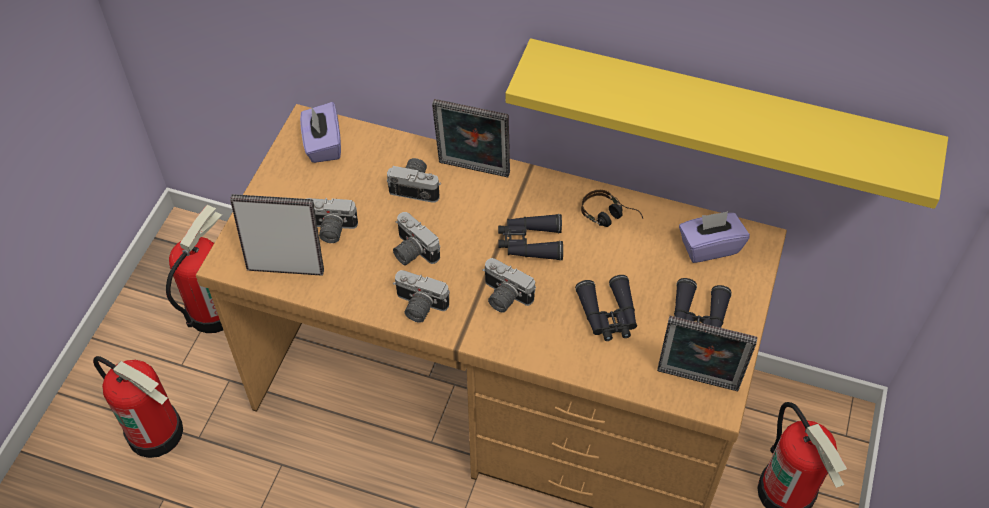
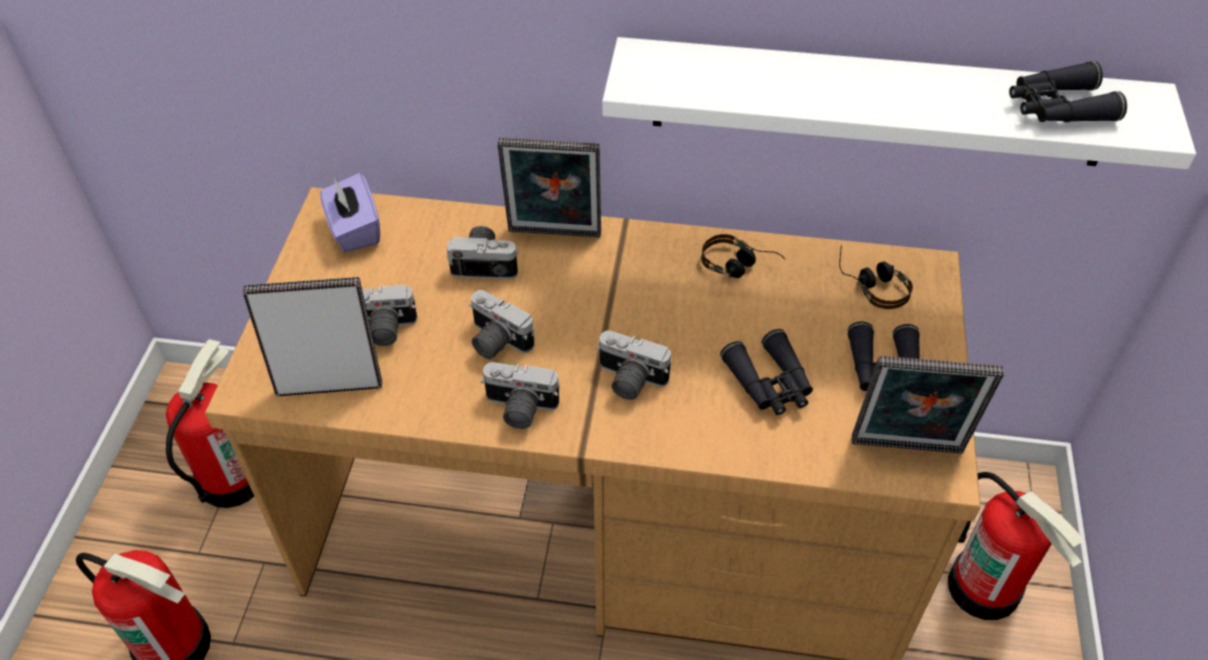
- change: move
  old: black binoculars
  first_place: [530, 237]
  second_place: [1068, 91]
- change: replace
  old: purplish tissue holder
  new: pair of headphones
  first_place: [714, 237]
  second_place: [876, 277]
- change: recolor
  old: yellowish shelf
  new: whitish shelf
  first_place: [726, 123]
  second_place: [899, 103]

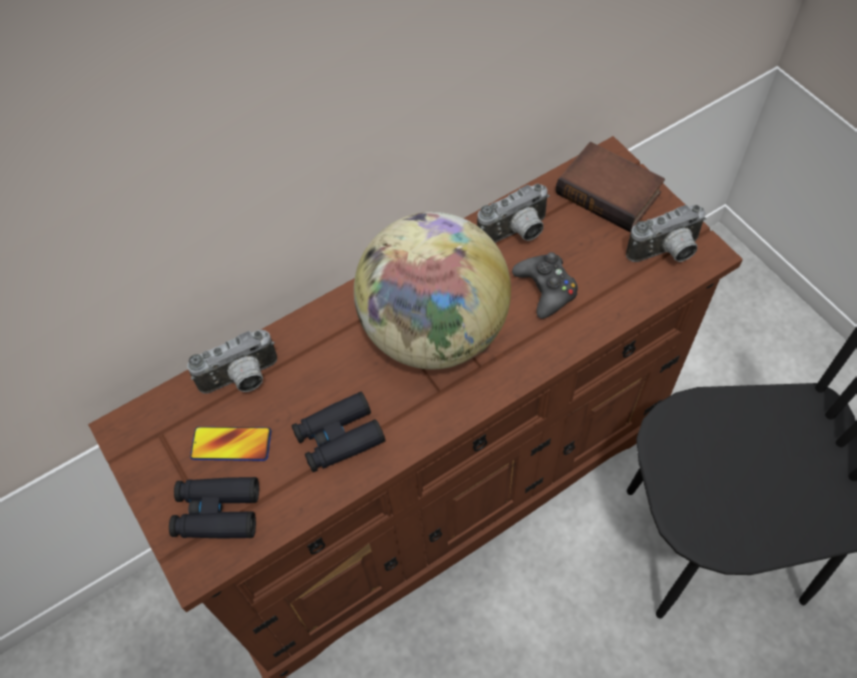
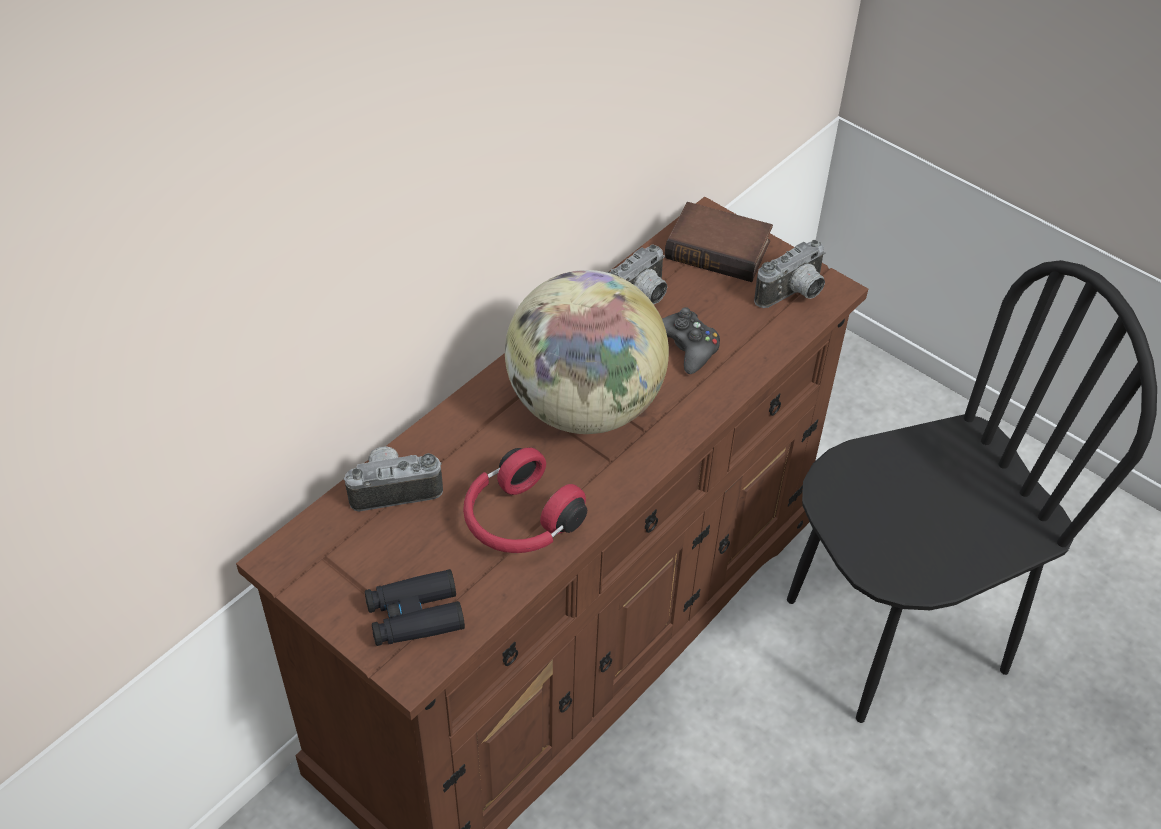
- change: delete
  old: telephone
  first_place: [230, 444]
- change: replace
  old: black binoculars
  new: red pair of headphones
  first_place: [338, 432]
  second_place: [525, 500]
- change: rotate
  old: photo camera
  first_place: [232, 361]
  second_place: [393, 479]
  degrees: -150

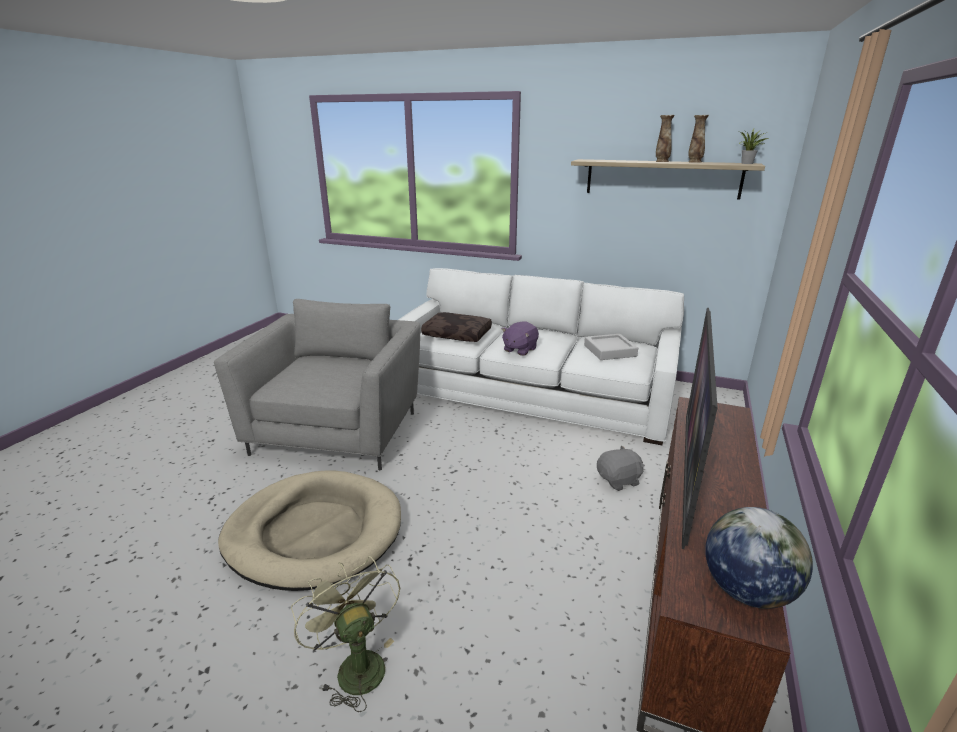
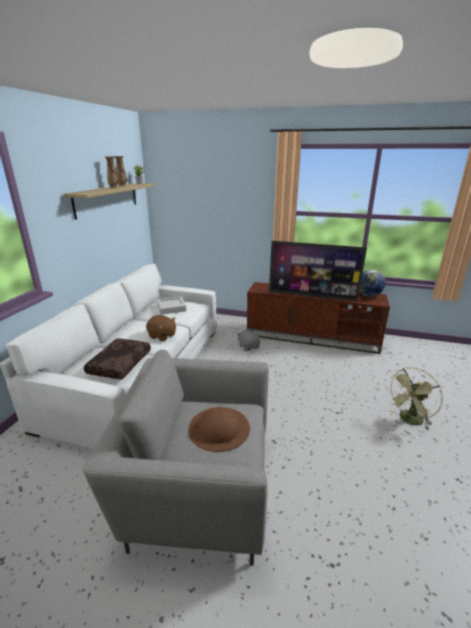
- change: delete
  old: beige dog cushion
  first_place: [309, 531]
- change: insert
  new: brown-coloured wearable hat
  second_place: [219, 429]
- change: recolor
  old: purplish plush toy
  new: brown-coloured plush toy
  first_place: [520, 338]
  second_place: [161, 328]

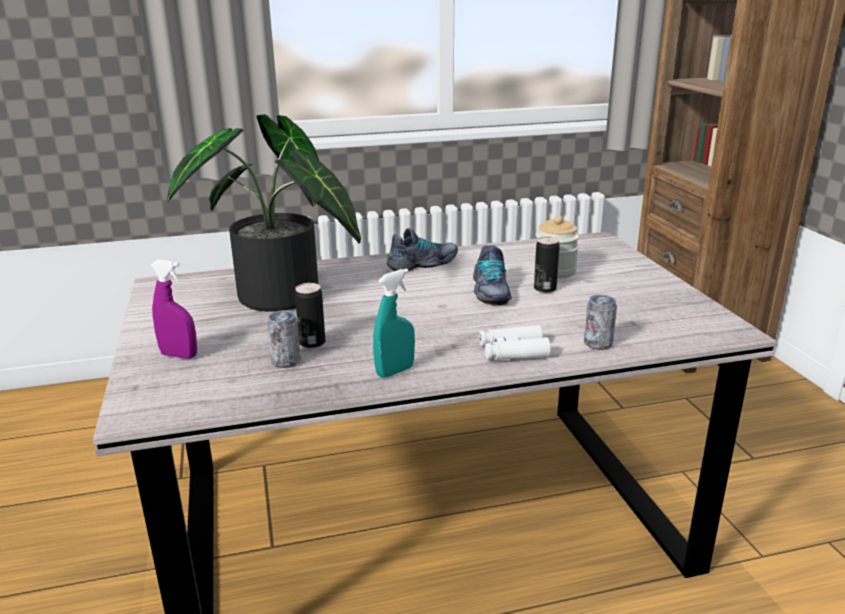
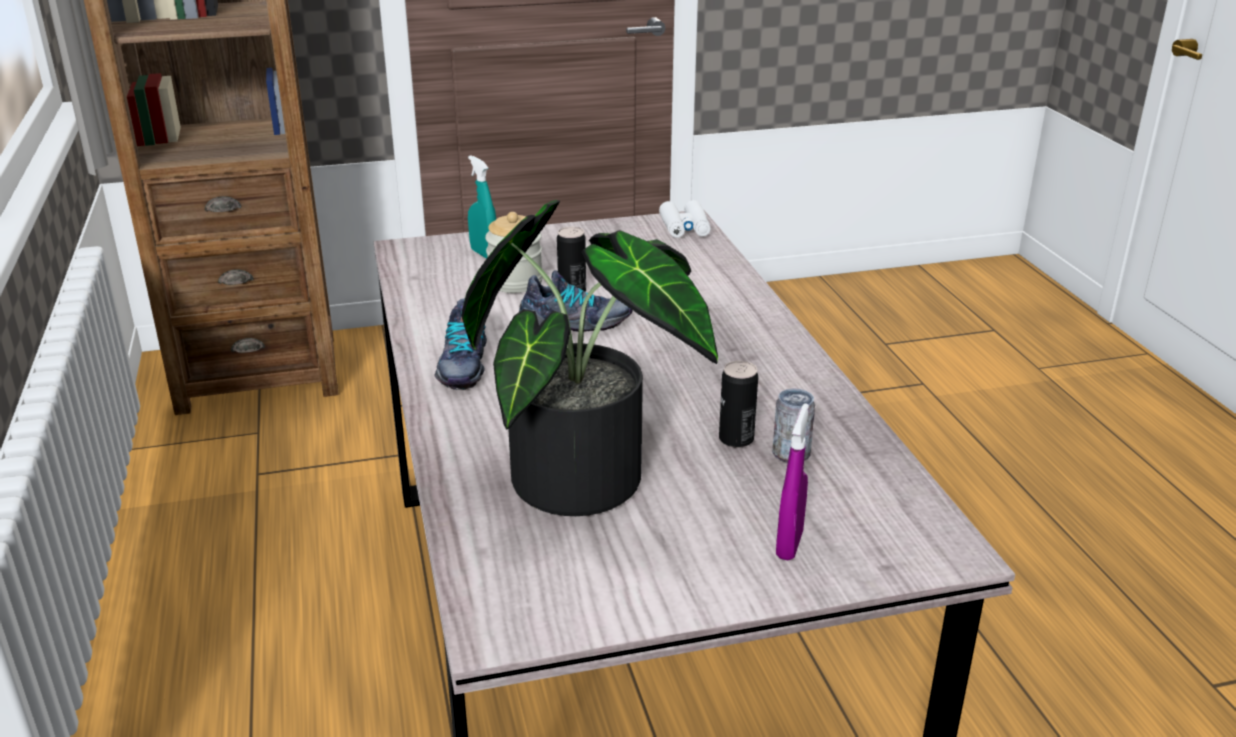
- change: delete
  old: metal can
  first_place: [600, 322]
- change: move
  old: turquoise-coloured sprayer
  first_place: [394, 323]
  second_place: [482, 207]
- change: move
  old: whitish binoculars
  first_place: [515, 342]
  second_place: [685, 219]
- change: rotate
  old: shoe
  first_place: [422, 249]
  second_place: [460, 344]
  degrees: -150

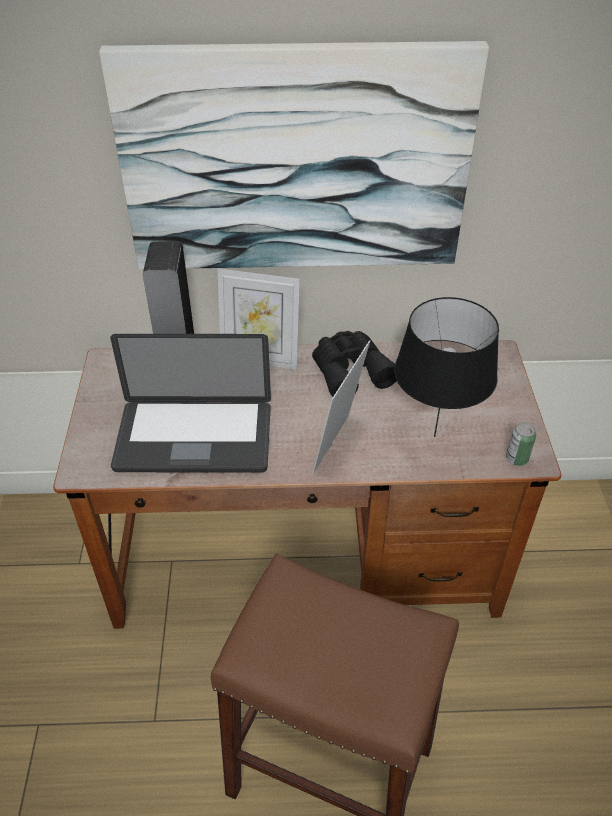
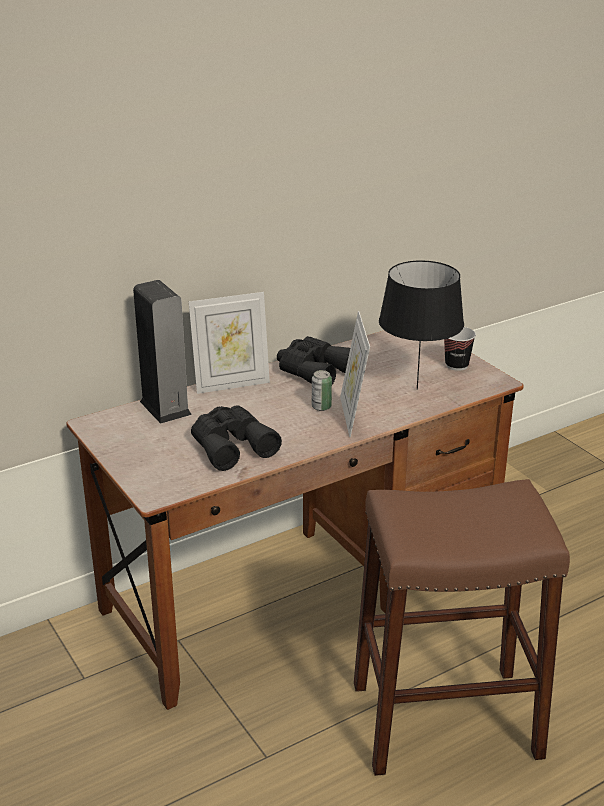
- change: delete
  old: wall art
  first_place: [294, 155]
- change: insert
  new: drinking cup
  second_place: [460, 349]
- change: move
  old: metal can
  first_place: [521, 444]
  second_place: [322, 390]
- change: replace
  old: laptop
  new: black binoculars
  first_place: [190, 403]
  second_place: [236, 438]

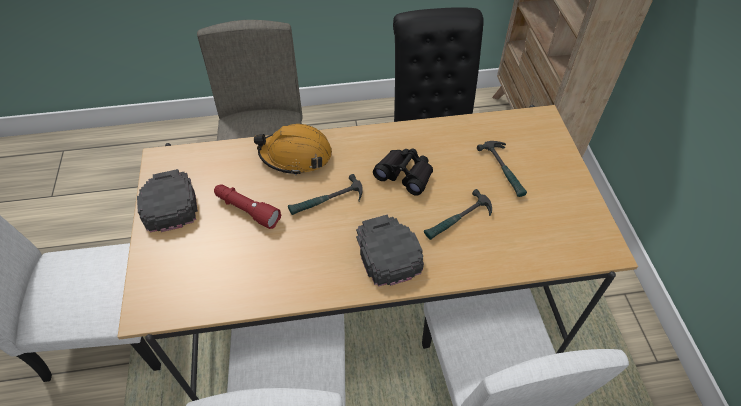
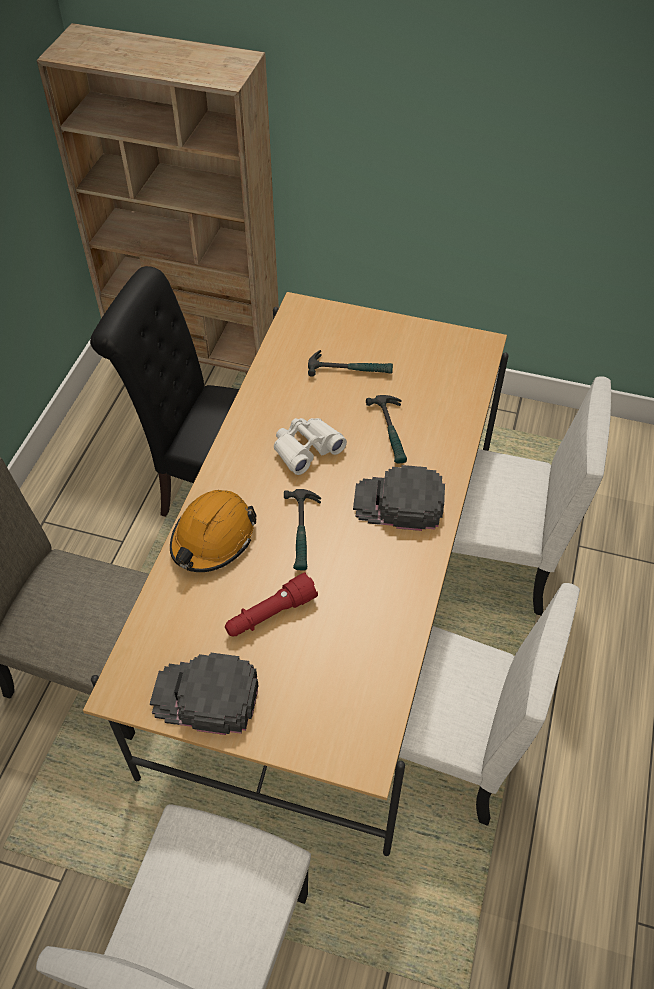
- change: recolor
  old: black binoculars
  new: whitish binoculars
  first_place: [403, 172]
  second_place: [310, 446]

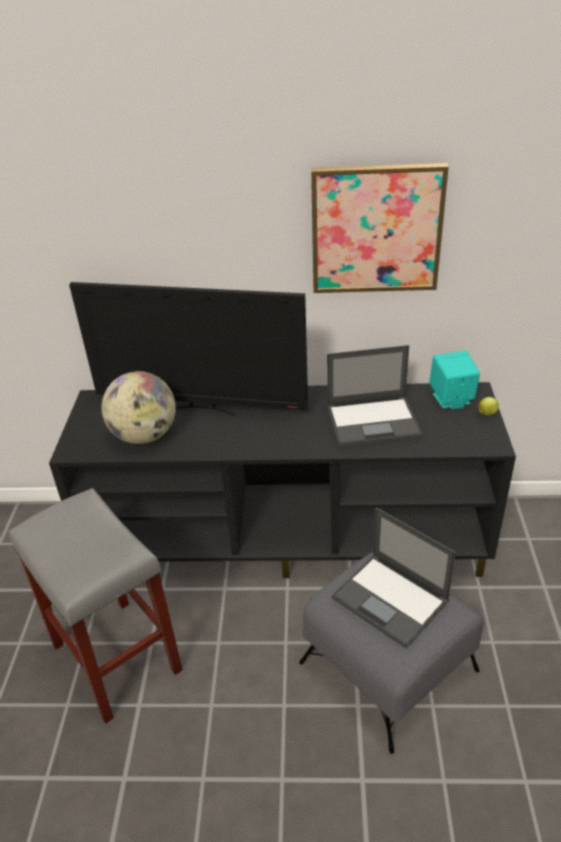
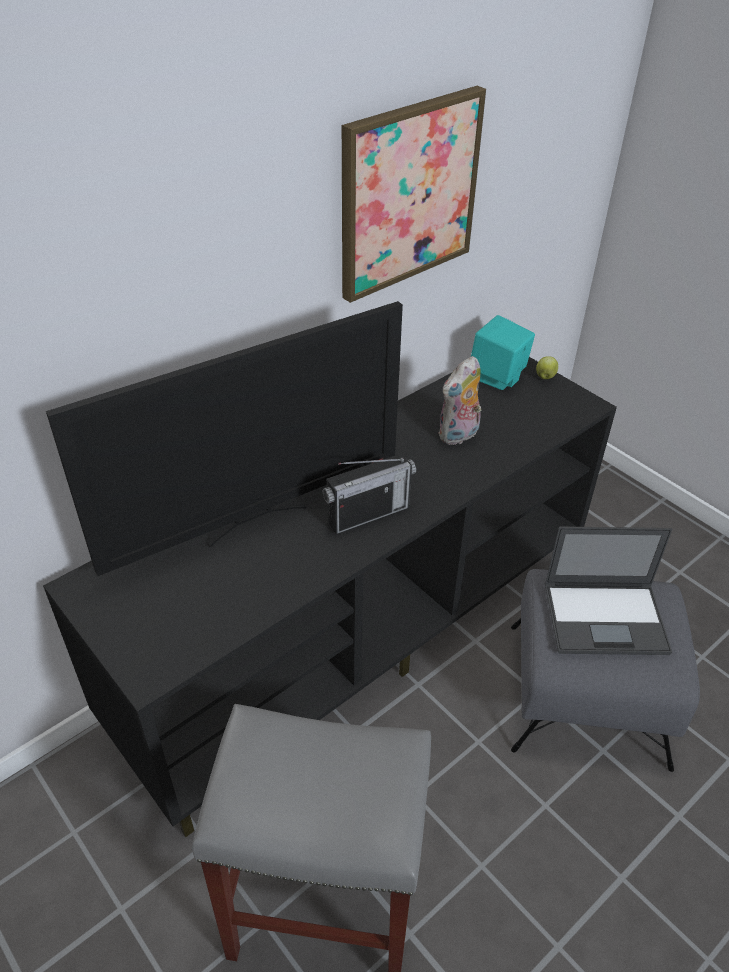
- change: delete
  old: desk globe
  first_place: [139, 407]
- change: insert
  new: radio set
  second_place: [369, 494]
- change: replace
  old: laptop
  new: plush toy
  first_place: [374, 396]
  second_place: [459, 401]

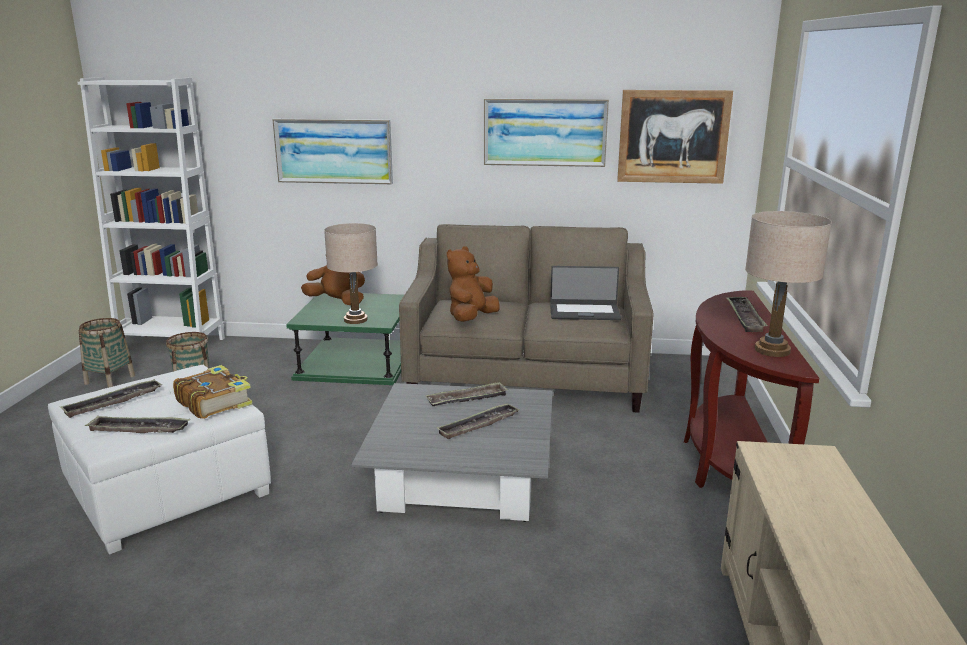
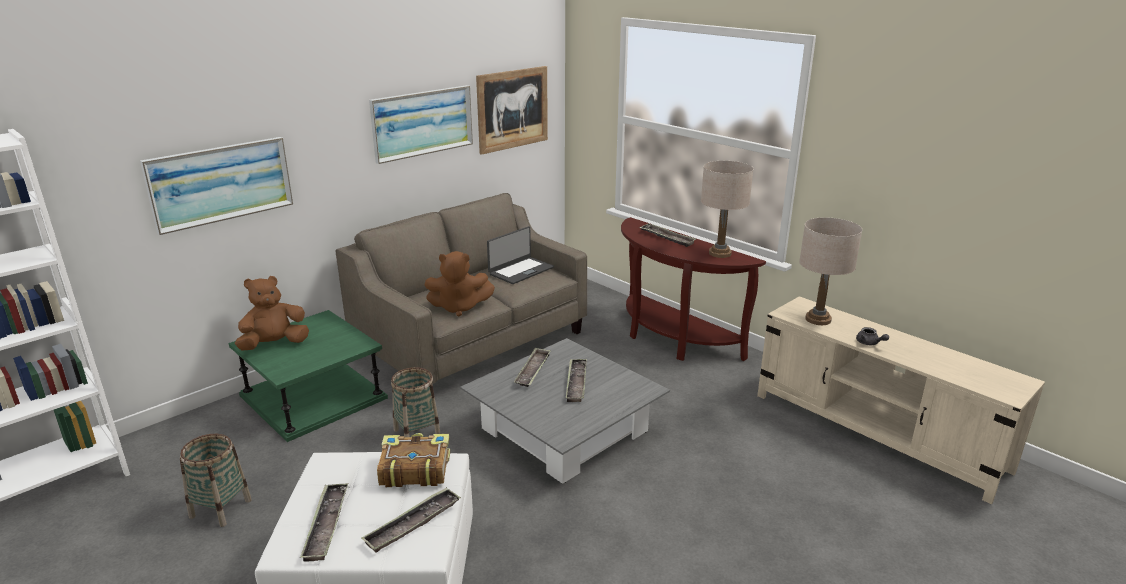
- change: insert
  new: grey teapot
  second_place: [872, 336]
- change: move
  old: storage basket
  first_place: [107, 353]
  second_place: [416, 402]
- change: move
  old: beige lamp for a table
  first_place: [351, 273]
  second_place: [830, 271]
- change: rotate
  old: brown-coloured plush toy
  first_place: [473, 284]
  second_place: [459, 283]
  degrees: -75

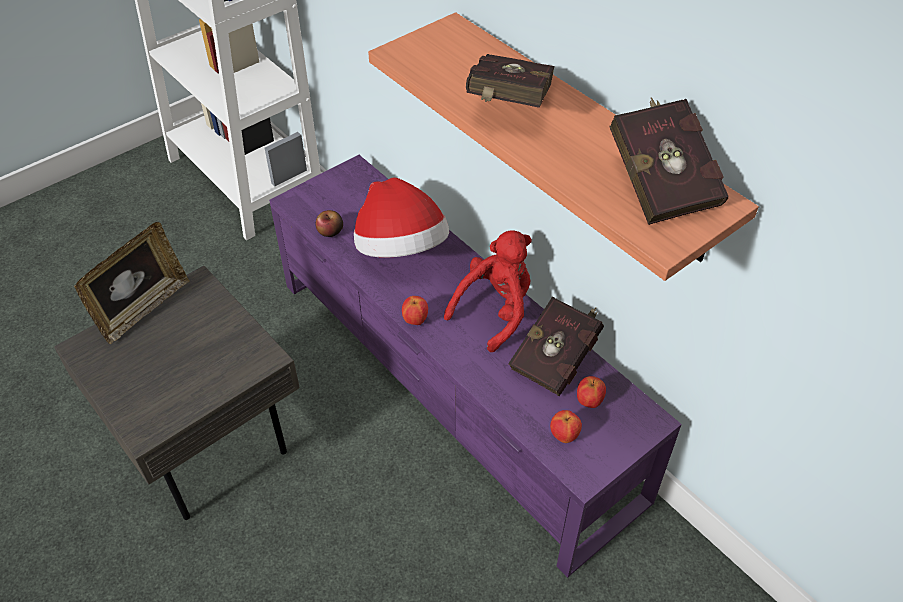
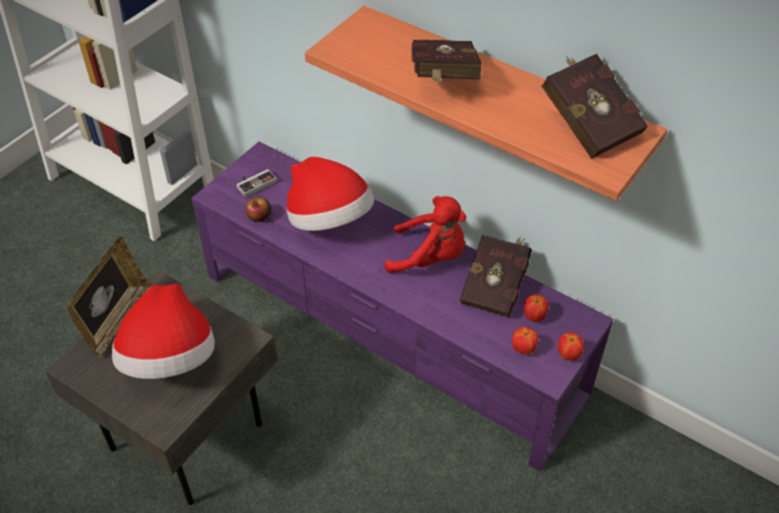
- change: insert
  new: wearable hat
  second_place: [163, 331]
- change: insert
  new: joypad
  second_place: [256, 183]
- change: move
  old: whole apple
  first_place: [415, 310]
  second_place: [571, 346]
- change: rotate
  old: red plush toy
  first_place: [488, 291]
  second_place: [425, 234]
  degrees: 75

